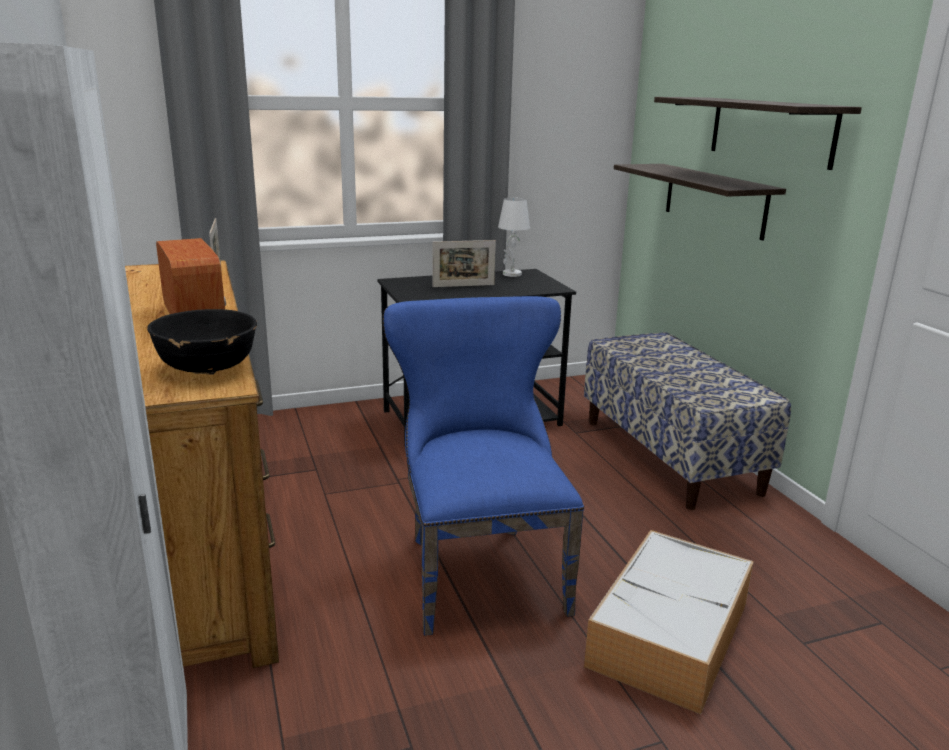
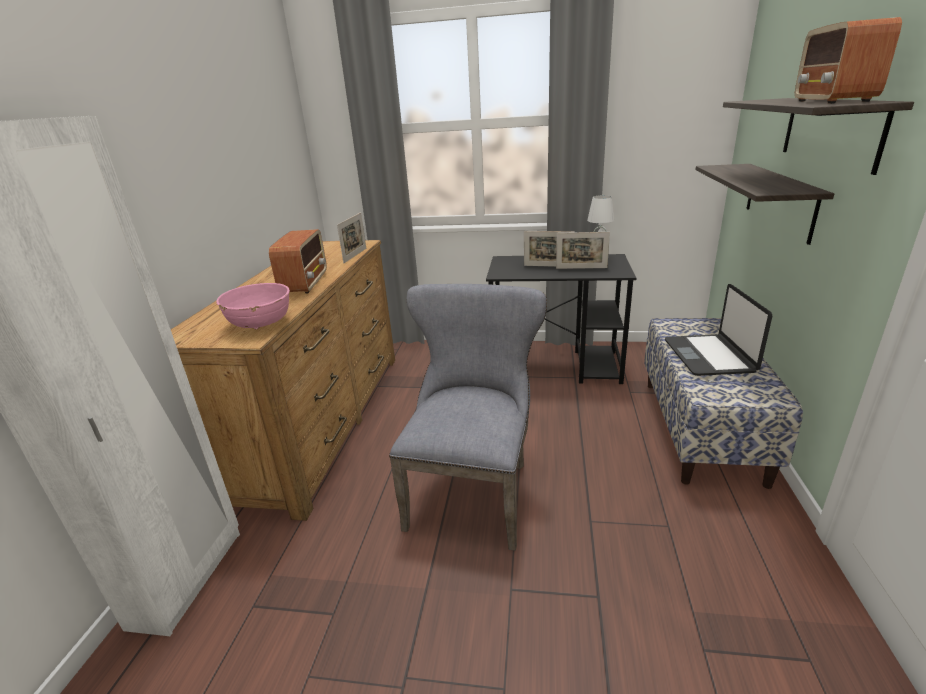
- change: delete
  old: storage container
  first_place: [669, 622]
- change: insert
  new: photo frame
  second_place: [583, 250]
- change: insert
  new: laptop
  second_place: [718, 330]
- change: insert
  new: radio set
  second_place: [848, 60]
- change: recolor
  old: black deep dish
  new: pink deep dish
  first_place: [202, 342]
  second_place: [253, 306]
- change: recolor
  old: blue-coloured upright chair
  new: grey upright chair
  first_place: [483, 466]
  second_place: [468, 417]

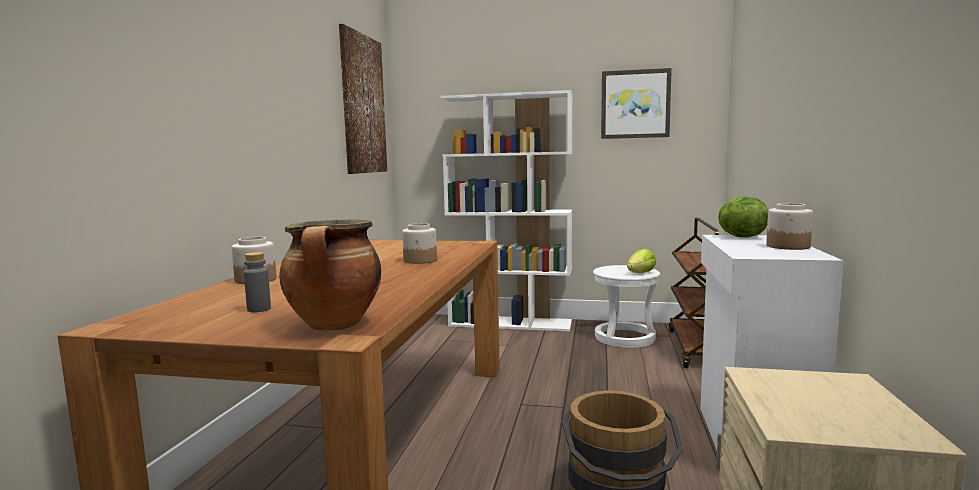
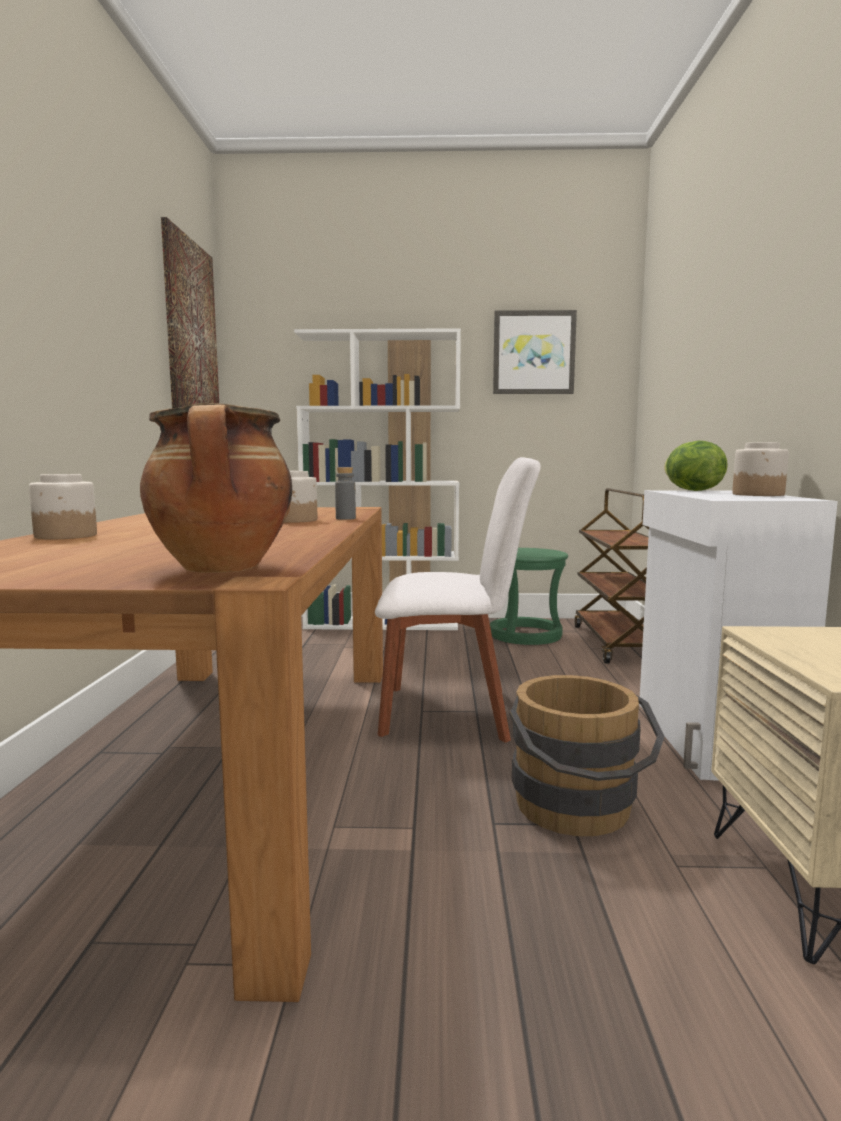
- change: delete
  old: lettuce head
  first_place: [641, 261]
- change: insert
  new: whitish upright chair
  second_place: [458, 600]
- change: move
  old: grey drink bottle
  first_place: [257, 282]
  second_place: [345, 493]
- change: recolor
  old: whitish sitting stool
  new: green sitting stool
  first_place: [626, 306]
  second_place: [529, 596]

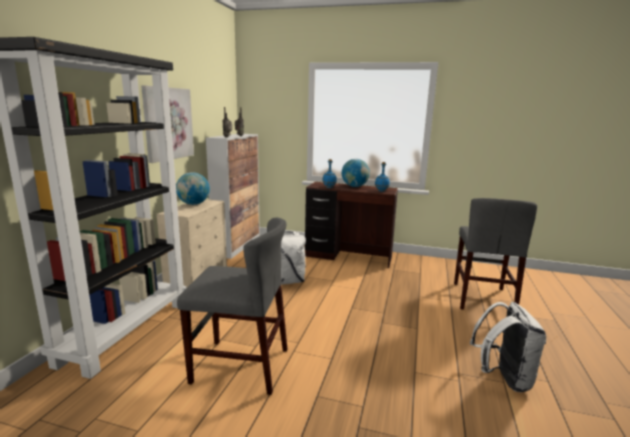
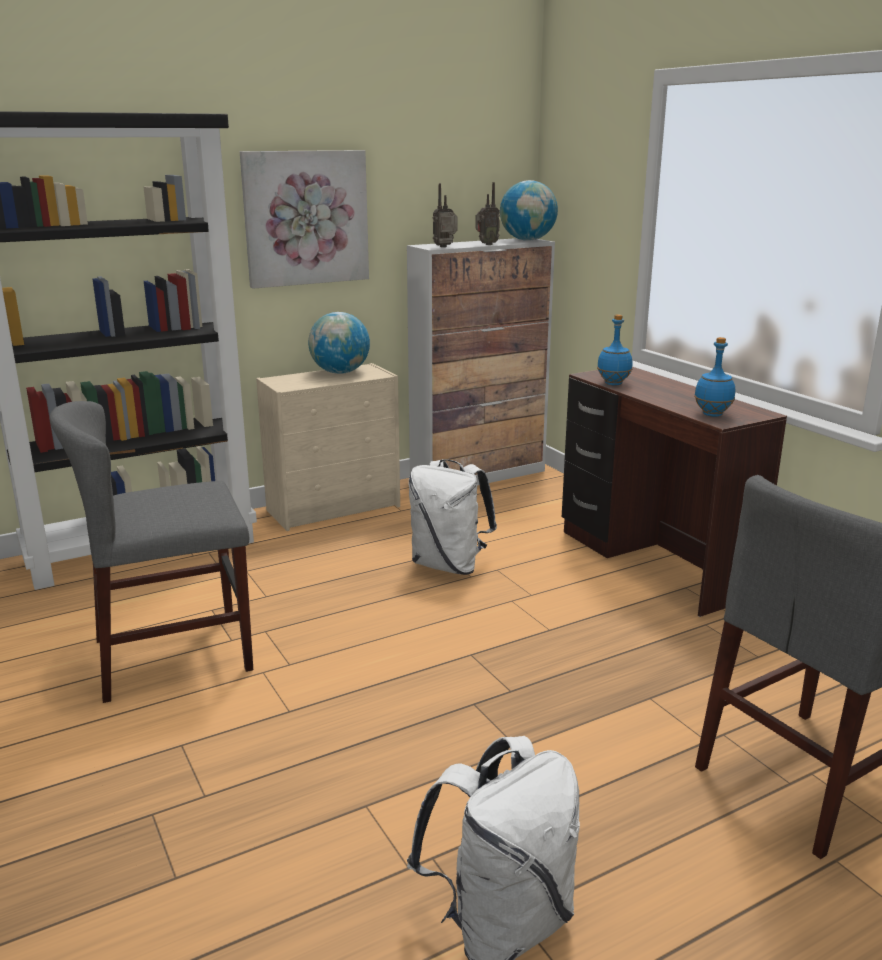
- change: move
  old: desk globe
  first_place: [356, 173]
  second_place: [529, 210]
- change: rotate
  old: grey upright chair
  first_place: [232, 306]
  second_place: [151, 552]
  degrees: 105

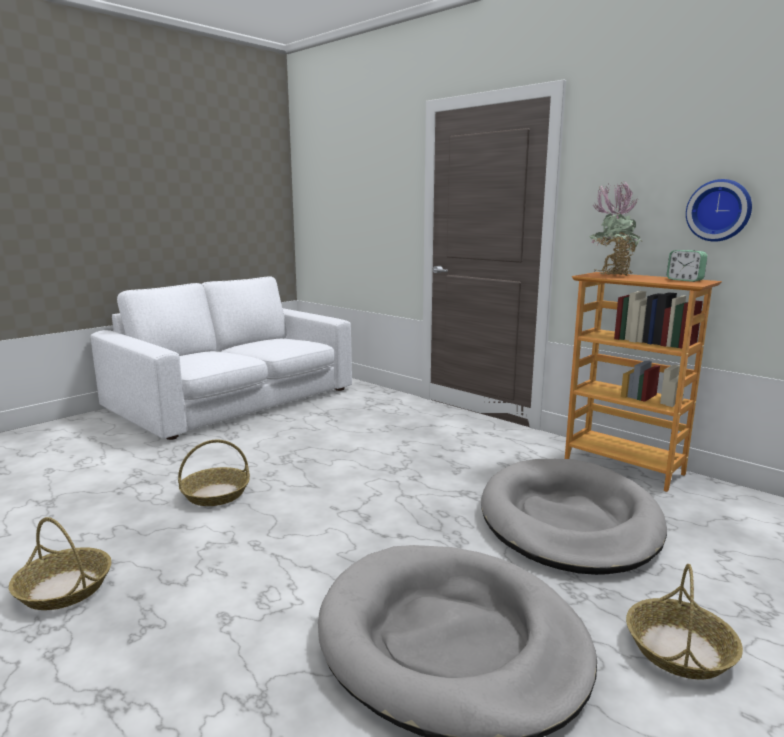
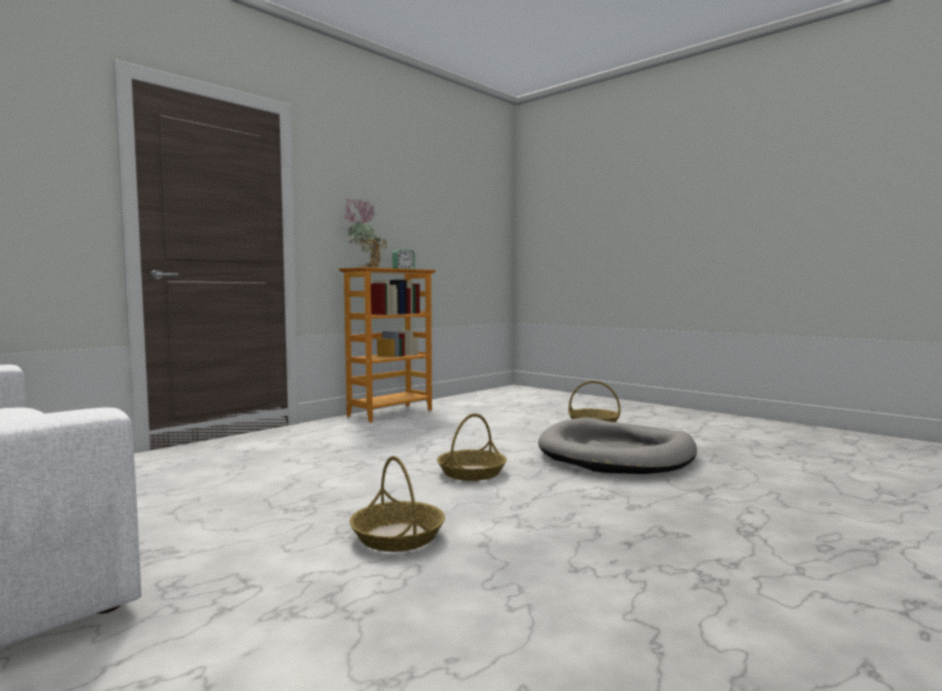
- change: delete
  old: grey dog cushion
  first_place: [574, 517]
- change: delete
  old: wall clock
  first_place: [719, 210]
- change: move
  old: storage basket
  first_place: [60, 563]
  second_place: [472, 447]

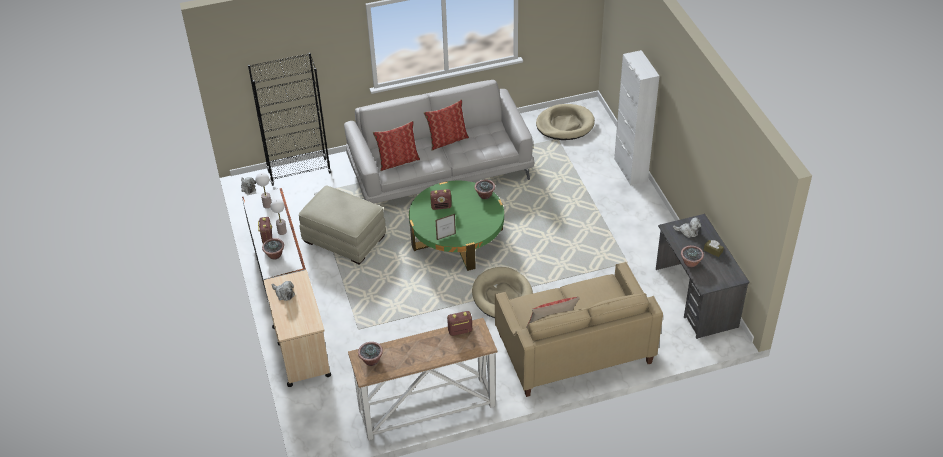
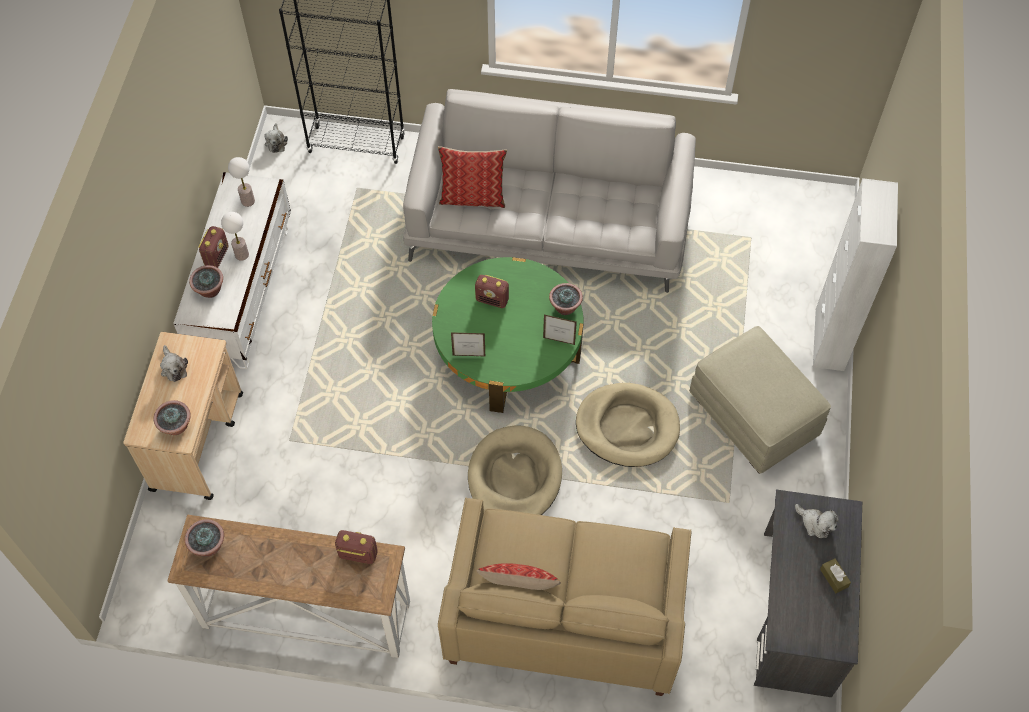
- change: delete
  old: pillow
  first_place: [446, 125]
- change: insert
  new: photo frame
  second_place: [560, 330]
- change: move
  old: beige footrest
  first_place: [342, 225]
  second_place: [760, 400]
- change: move
  old: beige dog cushion
  first_place: [565, 122]
  second_place: [628, 425]
- change: move
  old: potted plant
  first_place: [692, 256]
  second_place: [172, 417]

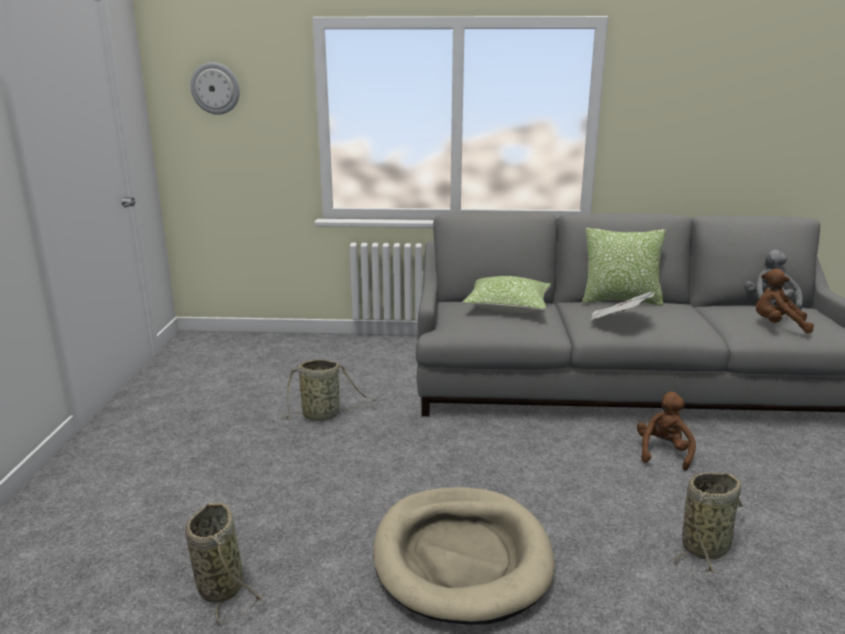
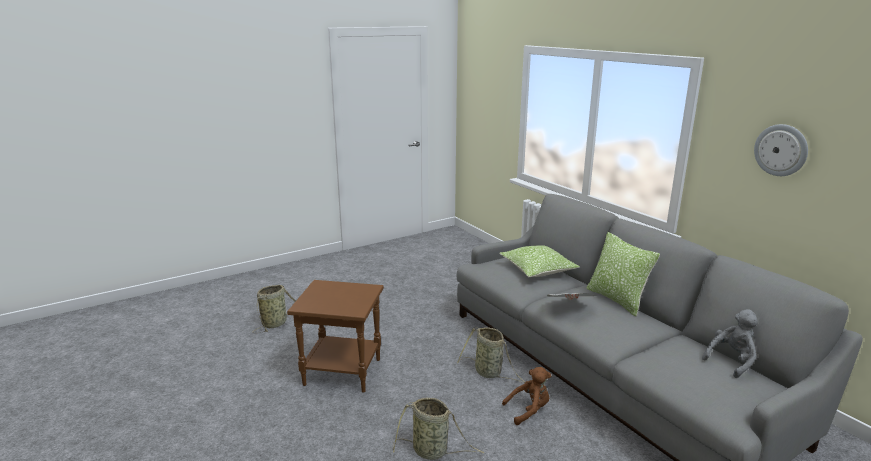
- change: delete
  old: brown-coloured plush toy
  first_place: [785, 301]
- change: move
  old: wall clock
  first_place: [215, 88]
  second_place: [781, 150]
- change: move
  old: storage basket
  first_place: [329, 390]
  second_place: [491, 355]
- change: replace
  old: beige dog cushion
  new: brown-coloured side table
  first_place: [464, 555]
  second_place: [335, 336]

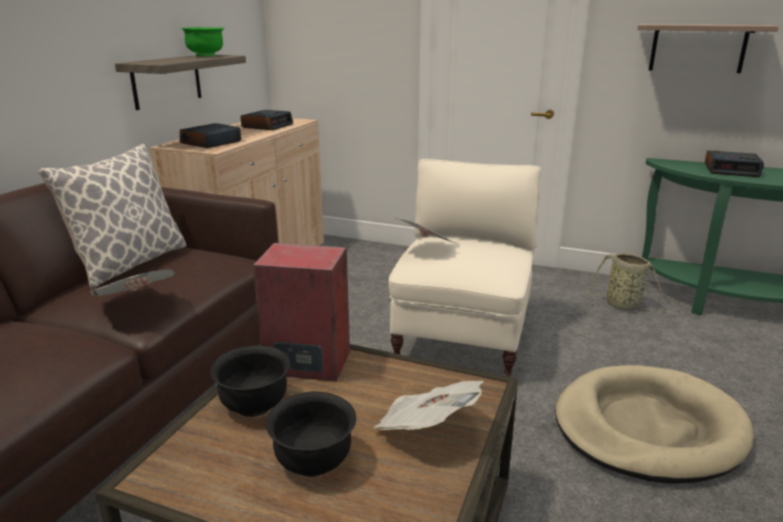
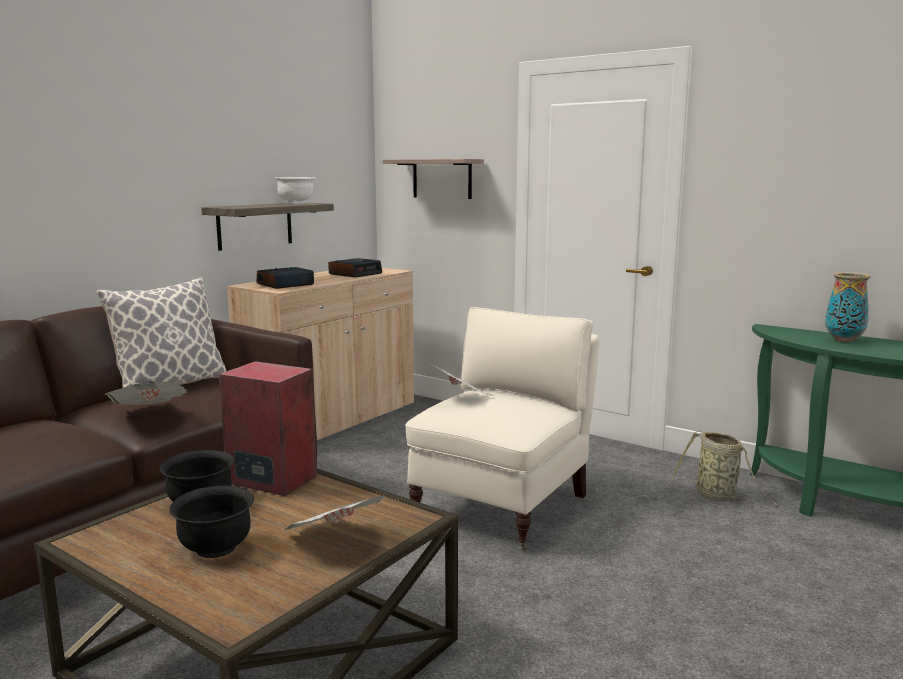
- change: delete
  old: beige dog cushion
  first_place: [654, 424]
- change: move
  old: shelf
  first_place: [708, 48]
  second_place: [433, 179]
- change: replace
  old: bedside clock
  new: decorative vase
  first_place: [734, 164]
  second_place: [848, 307]
- change: recolor
  old: green deep dish
  new: whitish deep dish
  first_place: [203, 41]
  second_place: [295, 190]

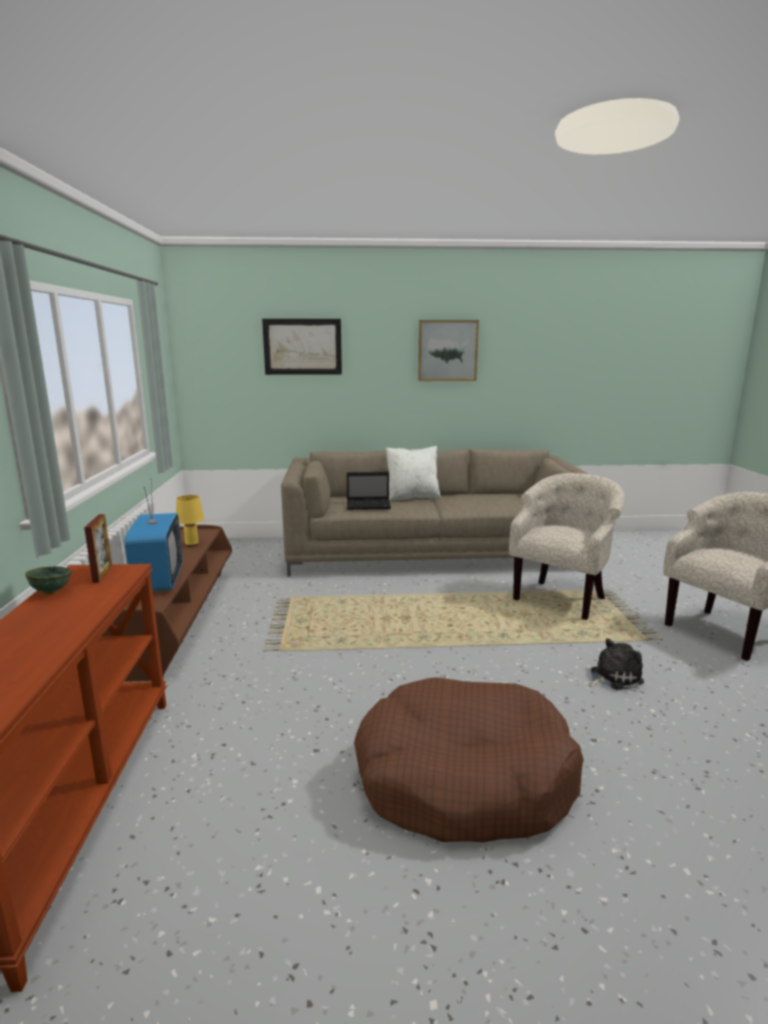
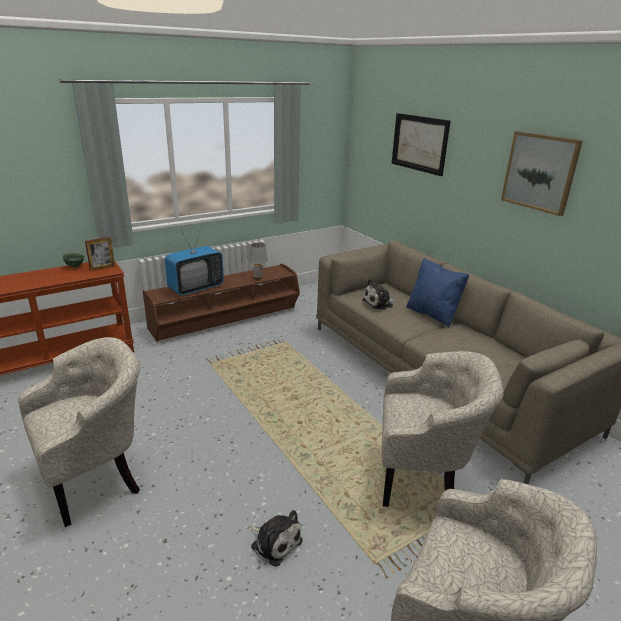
- change: replace
  old: laptop
  new: plush toy
  first_place: [369, 491]
  second_place: [379, 294]
- change: replace
  old: brown-coloured dog cushion
  new: beige lounge chair
  first_place: [469, 760]
  second_place: [79, 432]
- change: recolor
  old: yellowish lamp for a table
  new: grey lamp for a table
  first_place: [190, 520]
  second_place: [258, 261]
- change: recolor
  old: whitish pillow
  new: blue-coloured pillow
  first_place: [413, 473]
  second_place: [437, 292]

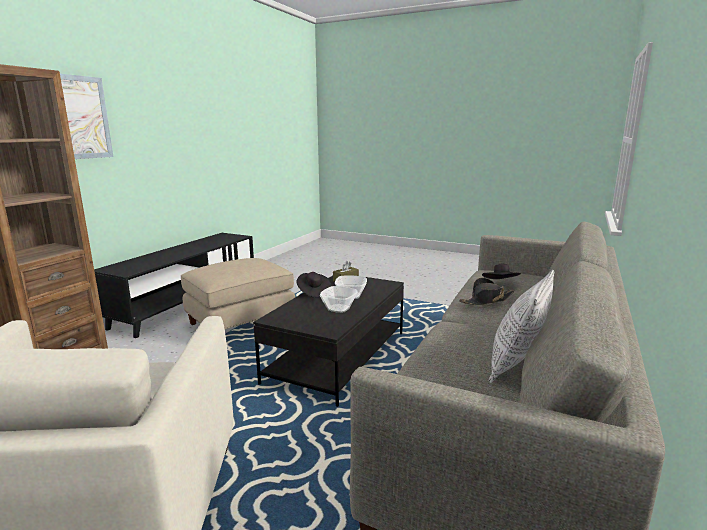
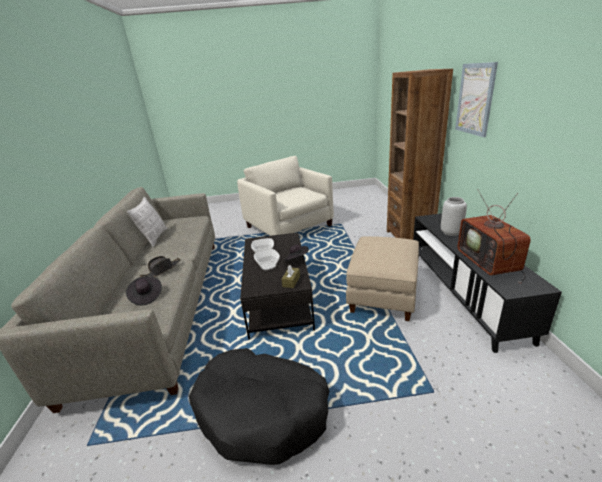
- change: insert
  new: black dog cushion
  second_place: [259, 406]
- change: insert
  new: grey decorative vase
  second_place: [454, 216]
- change: insert
  new: television
  second_place: [494, 237]

